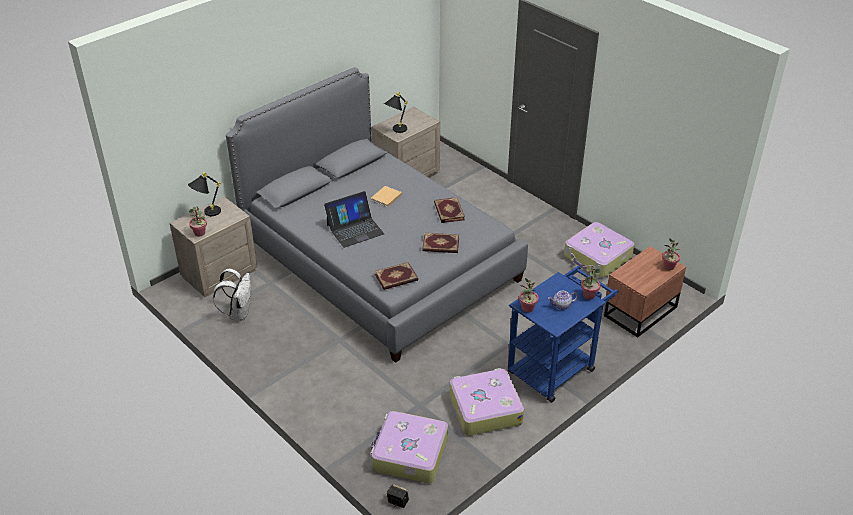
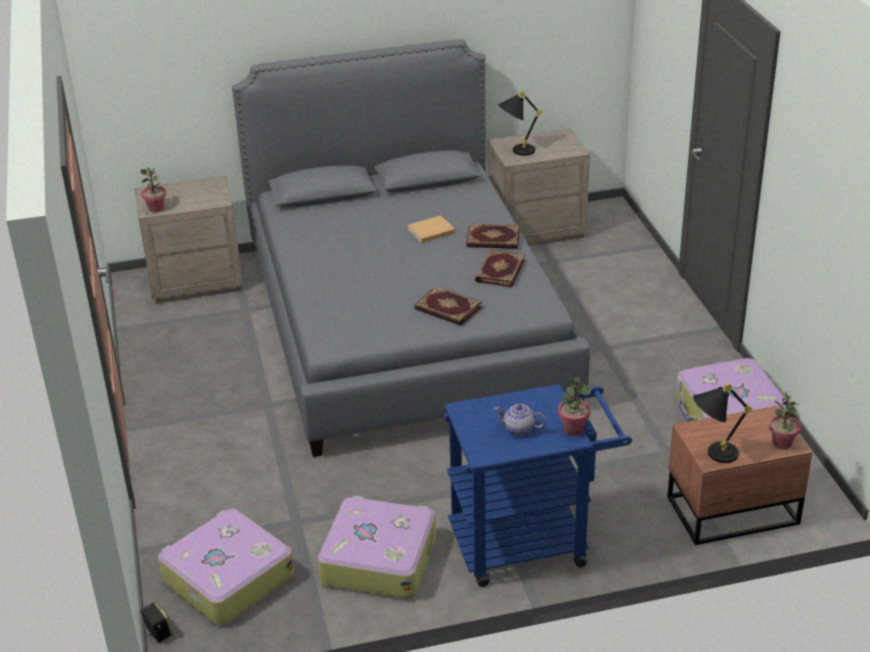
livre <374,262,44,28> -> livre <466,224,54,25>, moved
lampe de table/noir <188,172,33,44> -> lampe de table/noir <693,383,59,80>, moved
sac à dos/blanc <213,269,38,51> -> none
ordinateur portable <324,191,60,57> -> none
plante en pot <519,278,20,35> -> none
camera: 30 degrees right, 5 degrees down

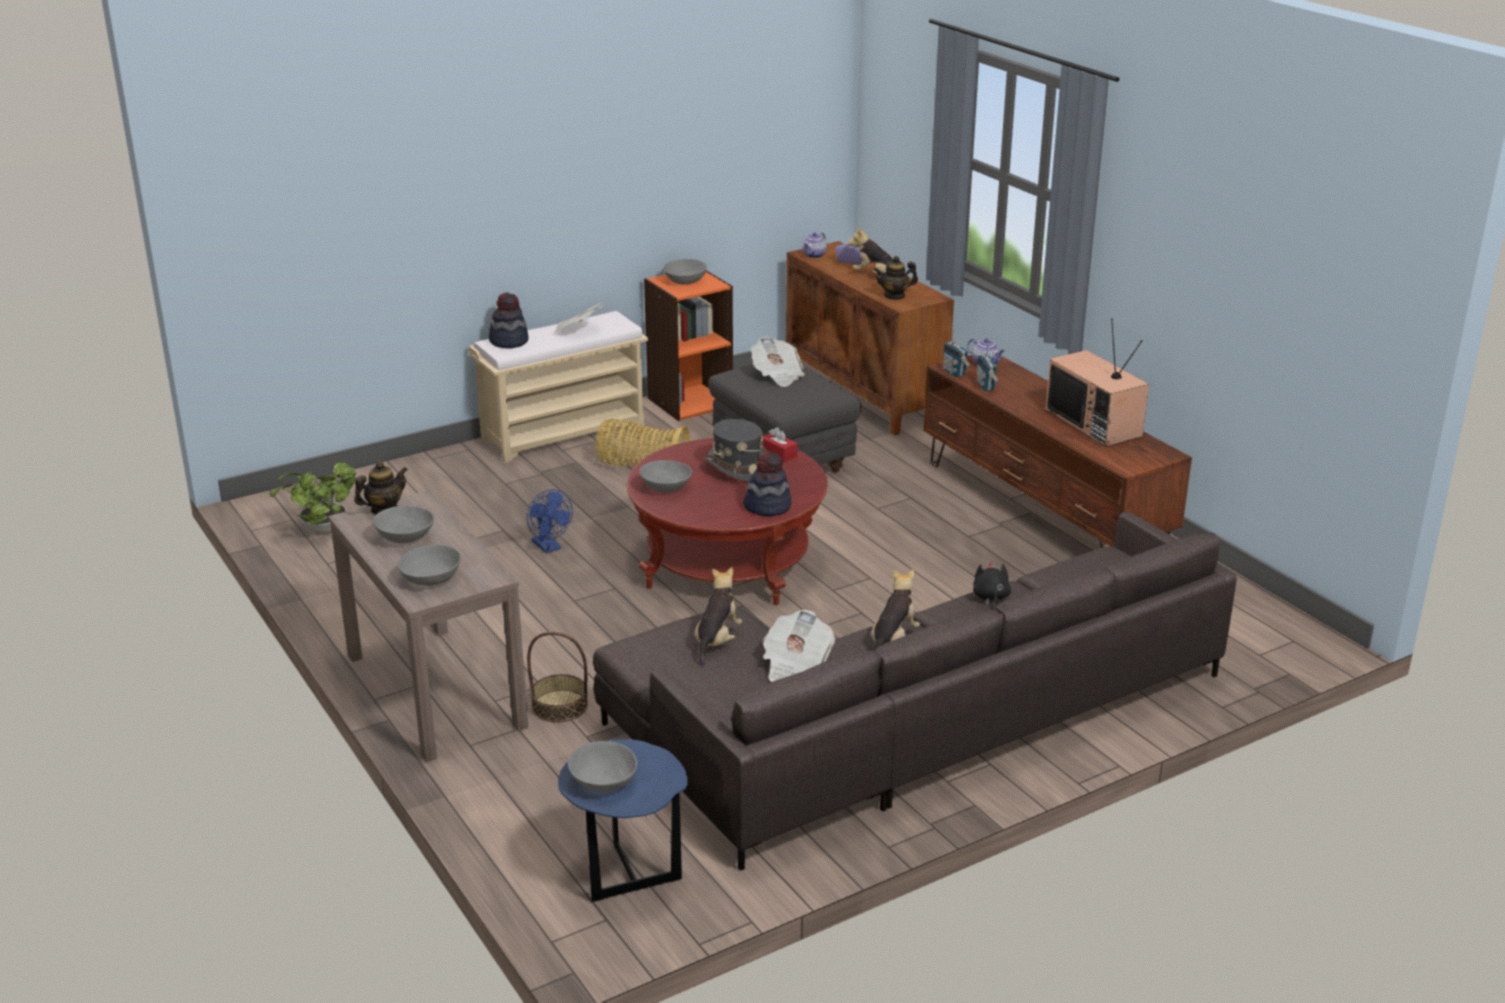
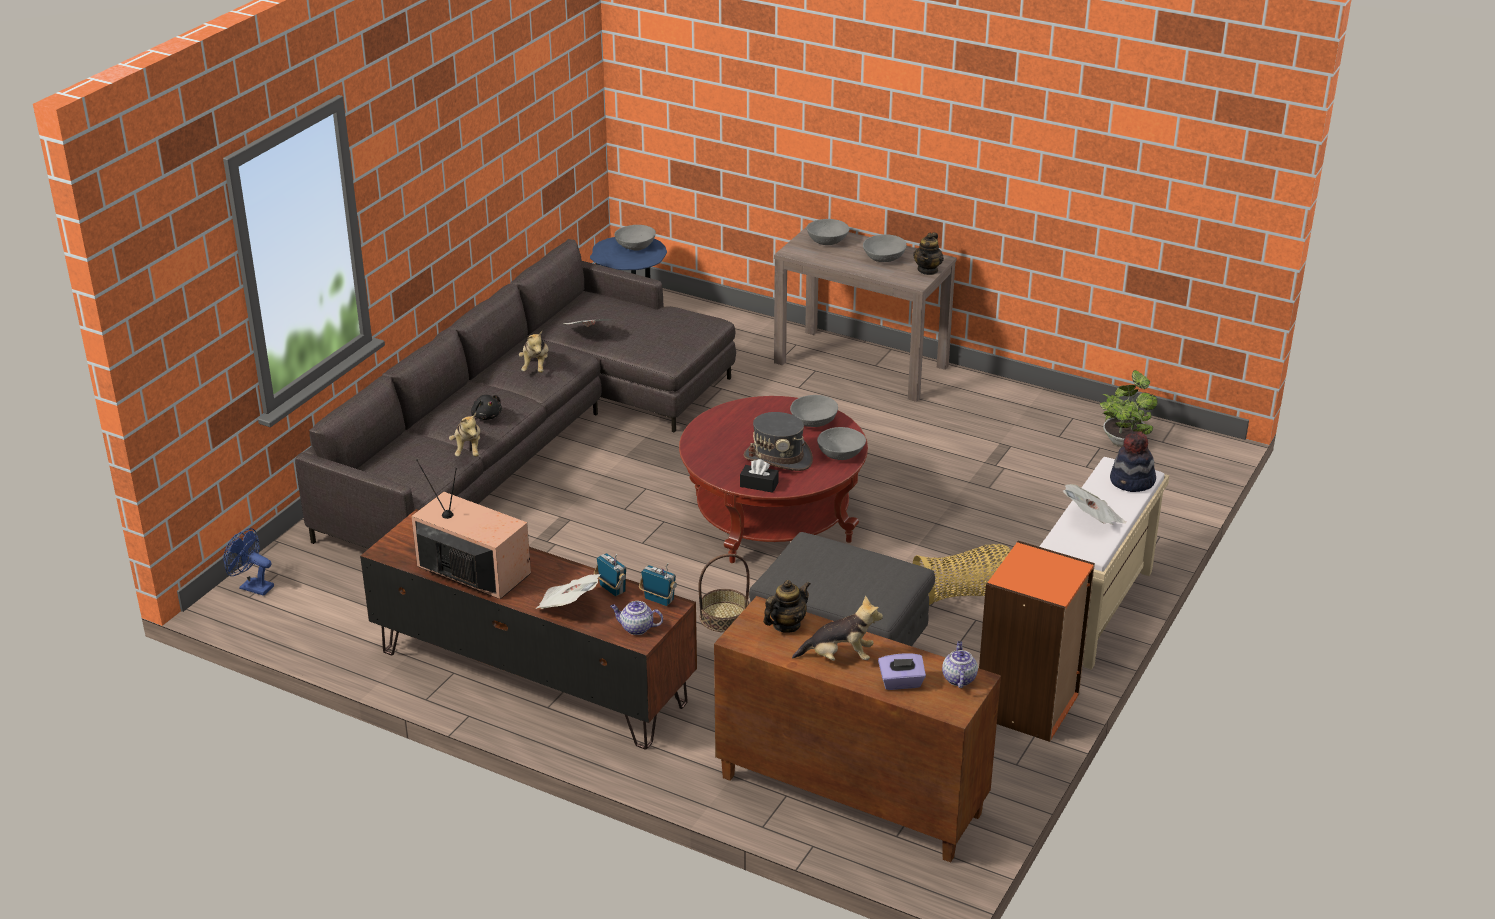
ventilateur/bleu <527,490,46,64> -> ventilateur/bleu <223,528,51,68>, moved
peluche <695,567,47,100> -> peluche <449,413,31,44>, moved
journal <751,337,54,50> -> journal <536,574,65,35>, moved
panier <527,632,61,90> -> panier <698,554,52,78>, moved
boîte à mouchoirs/rouge <763,427,34,35> -> boîte à mouchoirs/noir <740,459,39,34>
bol/gris <663,259,44,25> -> bol/gris <817,427,49,33>, moved
chapeau <743,451,49,65> -> none
camera: 150 degrees right, 5 degrees up

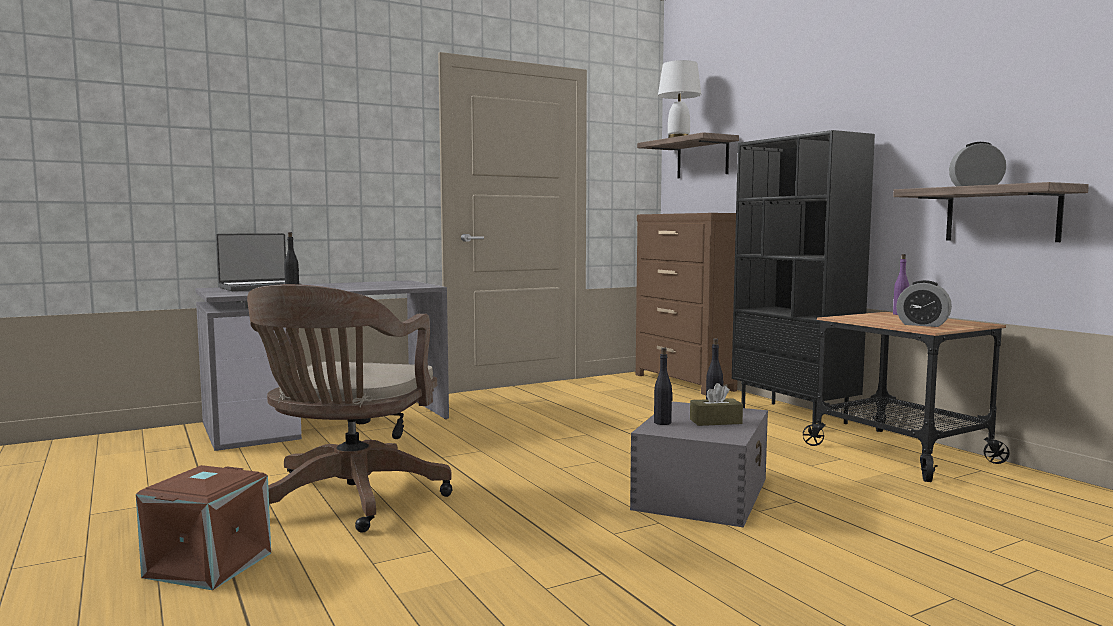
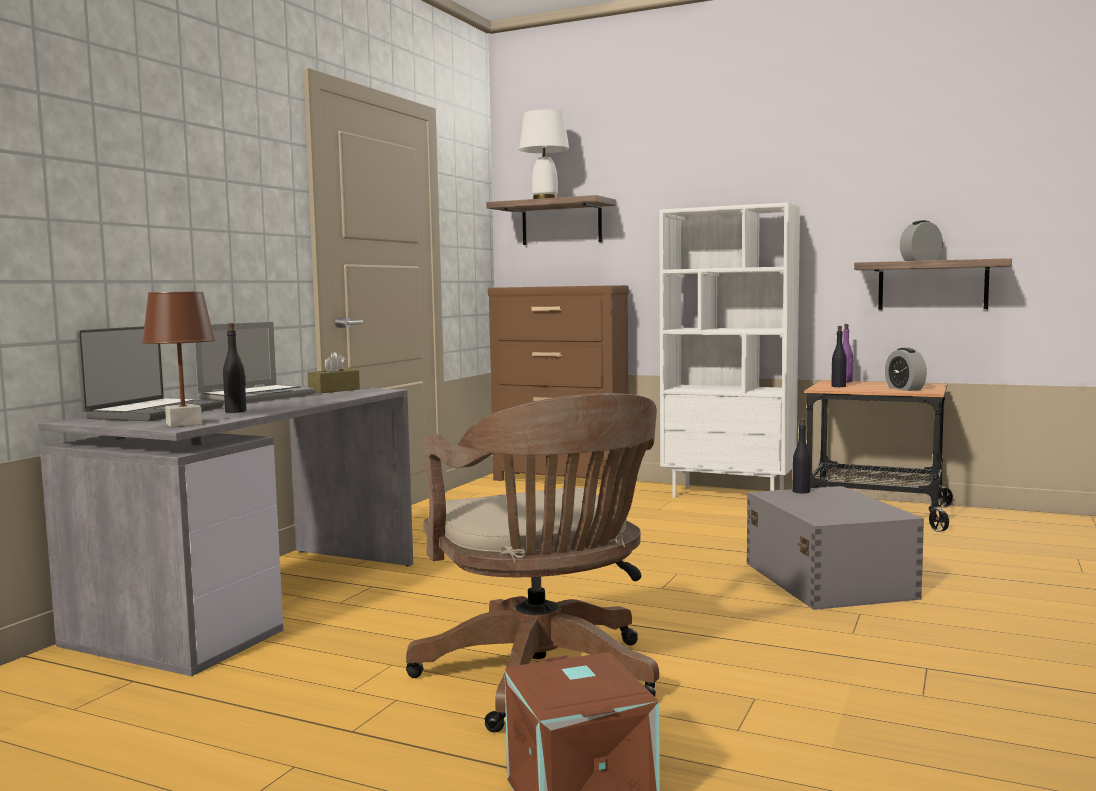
none -> lampe de table/marron <142,292,73,135>
none -> ordinateur portable <195,322,121,81>
boîte à mouchoirs/marron <690,383,53,43> -> boîte à mouchoirs/marron <307,352,53,41>, moved
bibliothèque/noir <732,130,143,294> -> bibliothèque/blanc <659,202,141,296>
bouteille/noir <654,347,19,78> -> bouteille/noir <831,326,15,61>, moved
réveil <896,280,56,47> -> réveil <885,348,42,43>, 75 degrees clockwise
camera: 35 degrees left, 0 degrees up

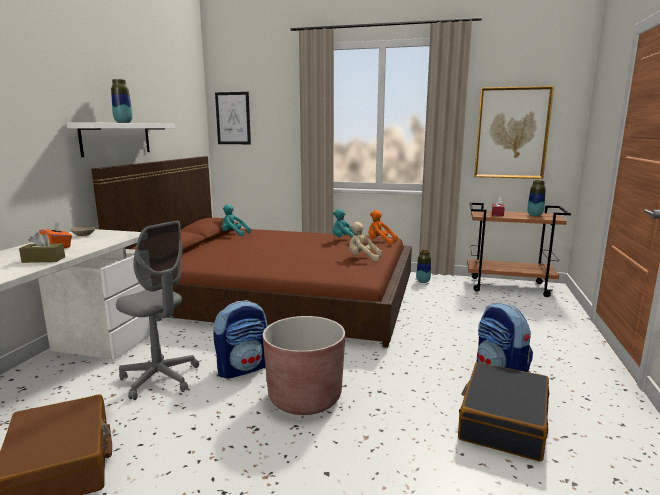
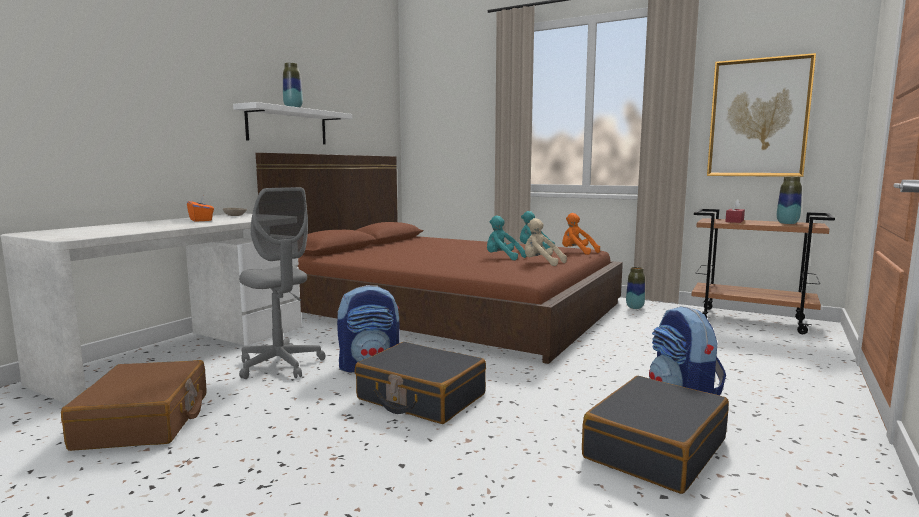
cache-pot/marron <263,316,82,99> -> valise/noir <355,342,131,82>
peluche/turquoise <222,204,29,32> -> peluche/turquoise <487,215,39,45>, moved
boîte à mouchoirs/marron <19,232,46,31> -> none
tableau <215,92,36,52> -> none
camera: 15 degrees right, 5 degrees down

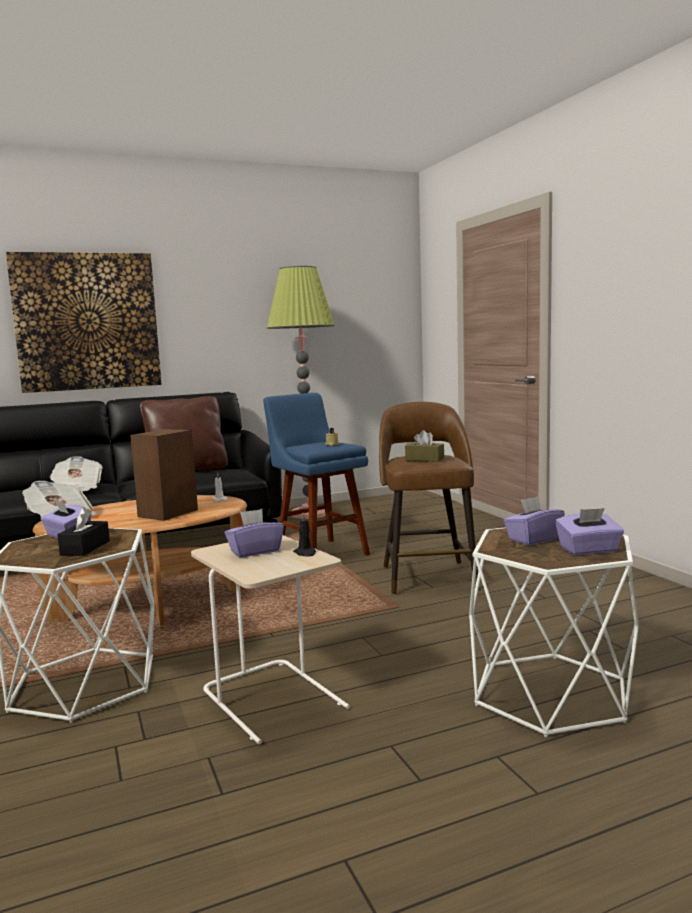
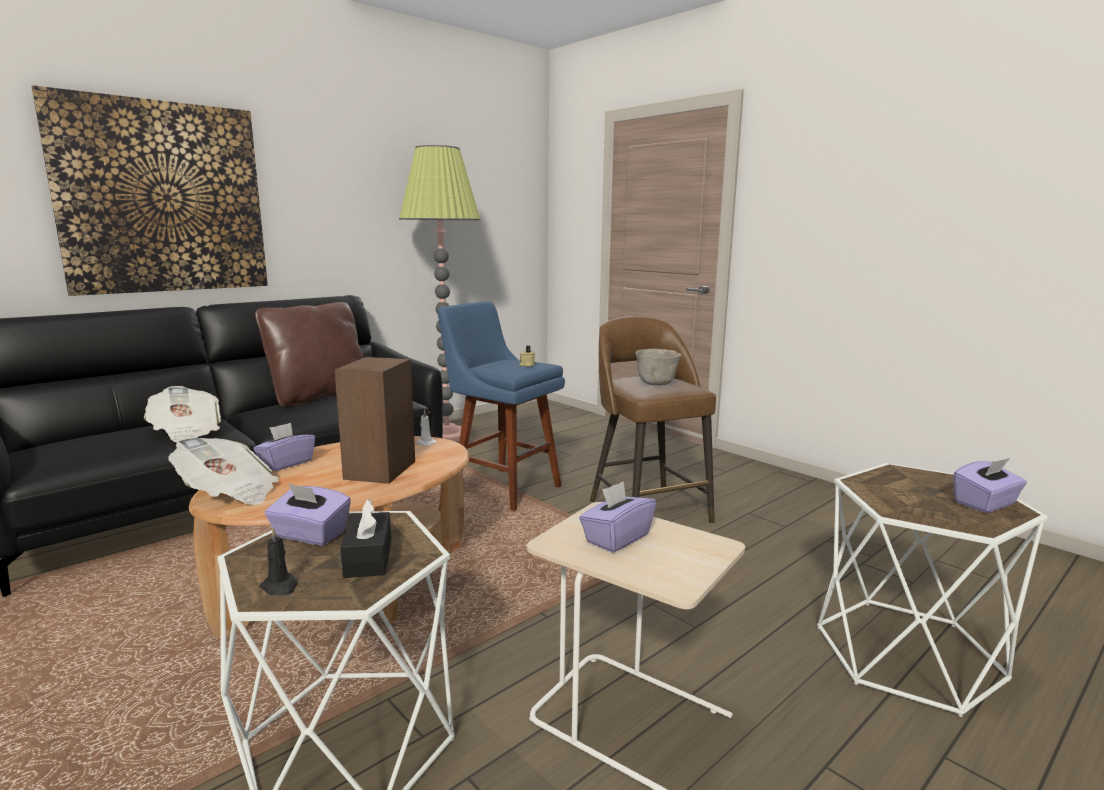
boîte à mouchoirs/violet <503,496,62,50> -> boîte à mouchoirs/violet <254,423,61,48>, moved
bougie/noir <293,513,23,44> -> bougie/noir <259,527,38,69>, moved
boîte à mouchoirs/marron <405,430,39,32> -> bol/gris <635,349,46,36>
camera: 20 degrees left, 5 degrees up

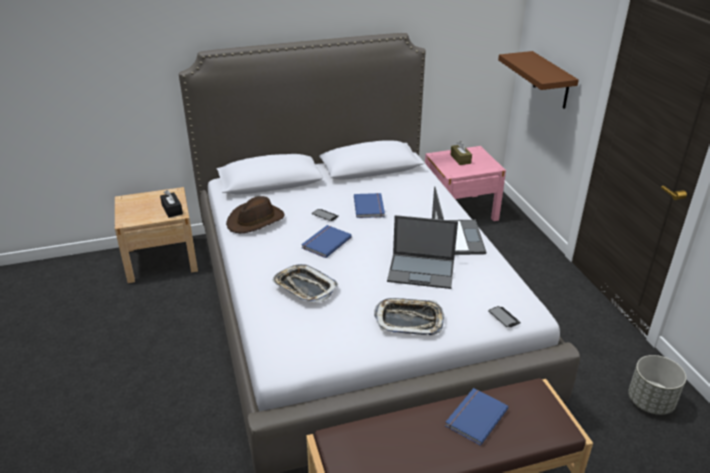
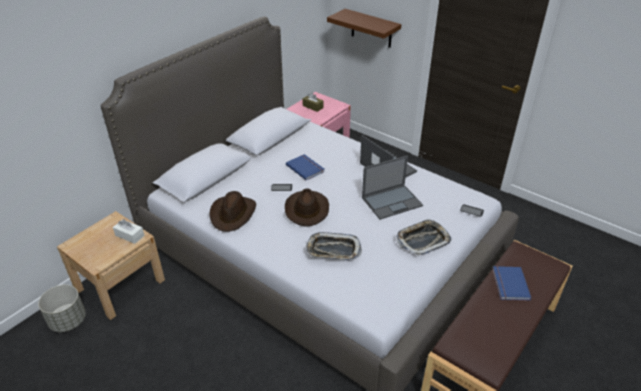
cache-pot/gris <628,355,58,60> -> cache-pot/gris <38,285,48,47>, moved
boîte à mouchoirs/noir <160,190,23,28> -> boîte à mouchoirs/blanc <113,219,32,25>
livre/bleu <301,225,51,33> -> chapeau/marron <285,189,44,38>
camera: 35 degrees left, 5 degrees up

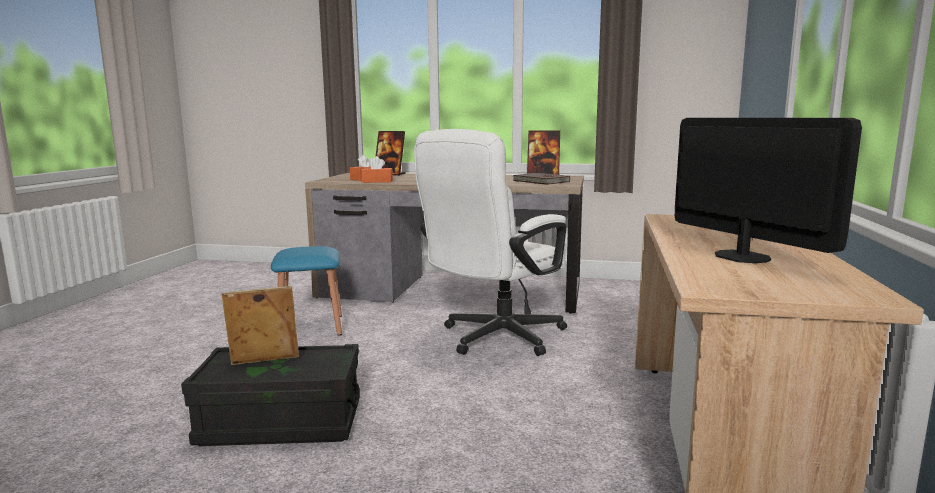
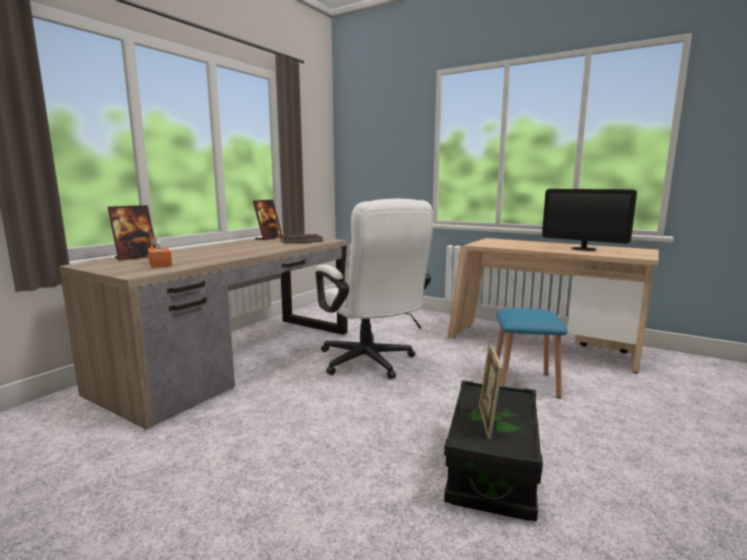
tabouret/bleu <271,246,71,90> -> tabouret/bleu <496,308,72,91>, moved
écran d'ordinateur <675,118,187,145> -> écran d'ordinateur <542,189,95,62>, 135 degrees counterclockwise
boîte à mouchoirs/orange <361,156,32,27> -> none
camera: 70 degrees left, 0 degrees up

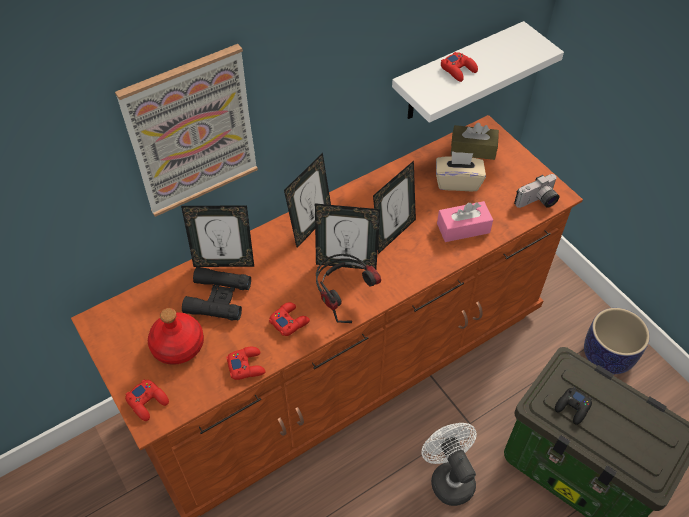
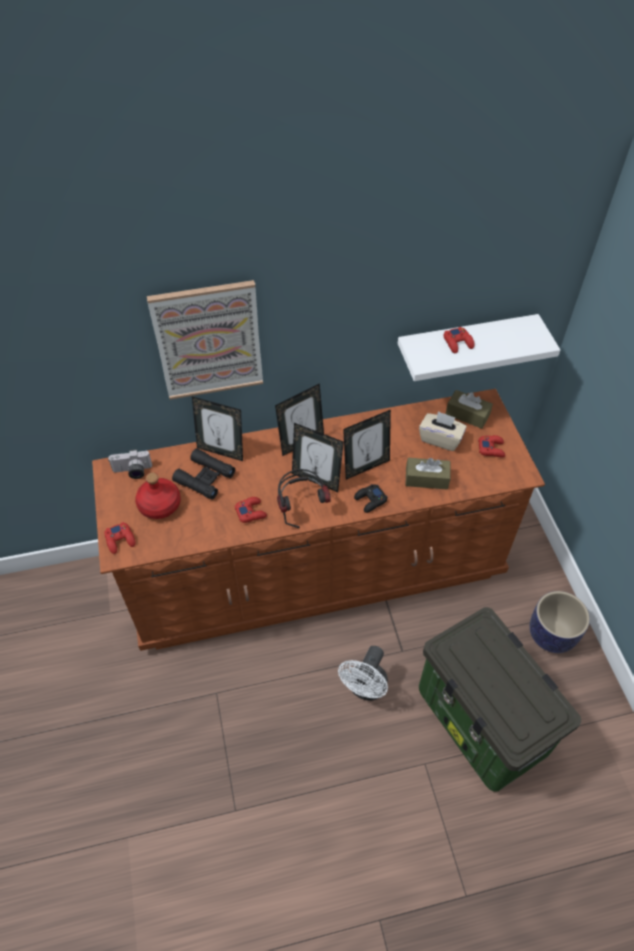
appareil photo <514,174,45,34> -> appareil photo <108,449,44,30>, moved
ventilateur/blanc <422,423,55,83> -> ventilateur/blanc <338,646,50,55>, 150 degrees counterclockwise
manette/noir <555,387,37,38> -> manette/noir <354,484,33,29>, moved
boîte à mouchoirs/rose <437,201,56,41> -> boîte à mouchoirs/marron <405,458,46,32>
manette/rouge <226,347,39,33> -> manette/rouge <478,435,27,23>, moved
camera: 20 degrees right, 0 degrees up

